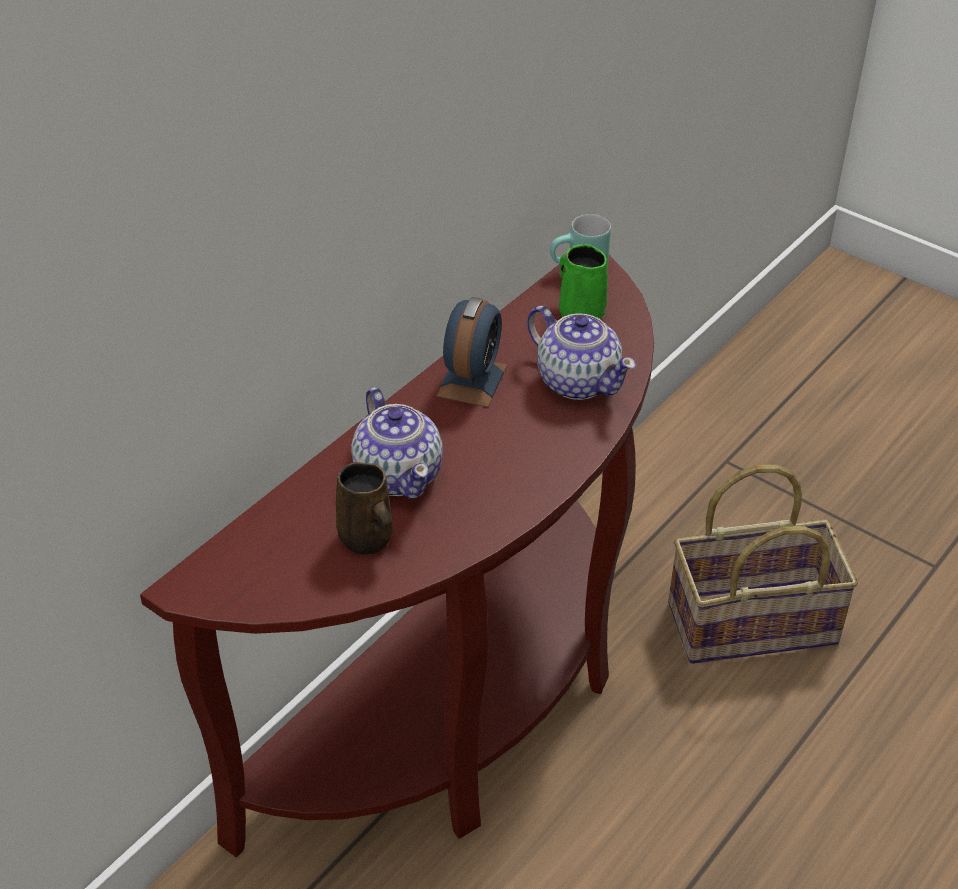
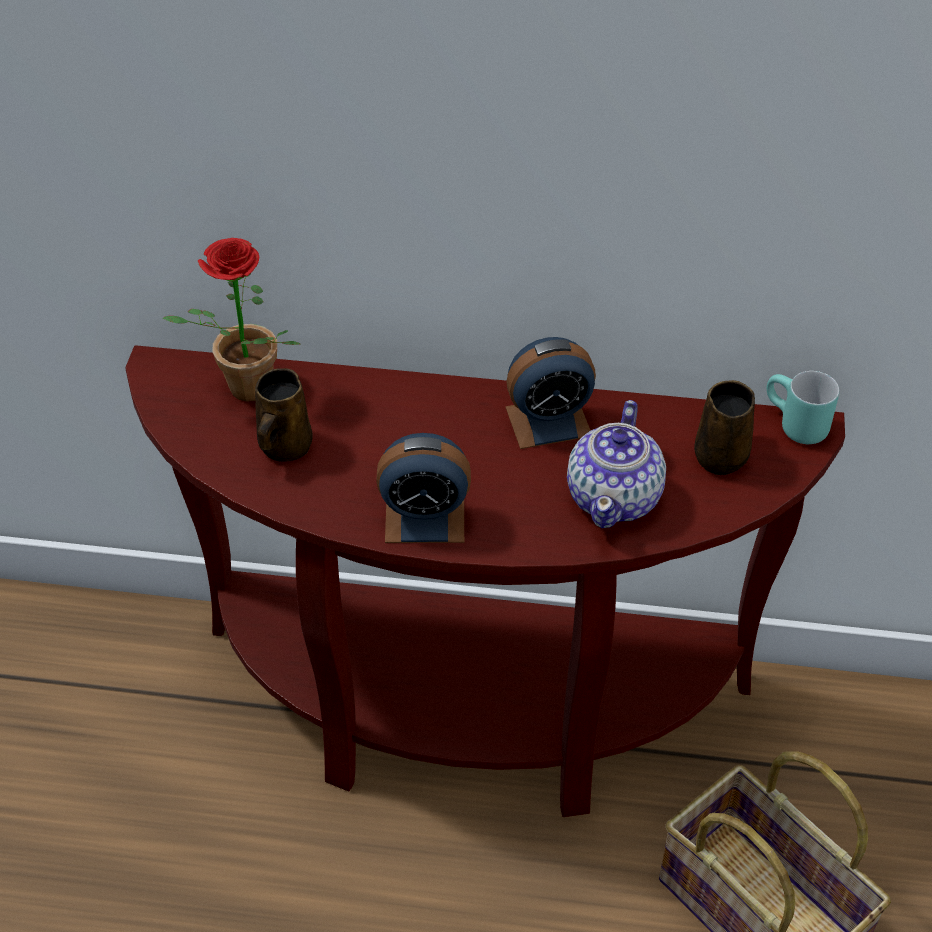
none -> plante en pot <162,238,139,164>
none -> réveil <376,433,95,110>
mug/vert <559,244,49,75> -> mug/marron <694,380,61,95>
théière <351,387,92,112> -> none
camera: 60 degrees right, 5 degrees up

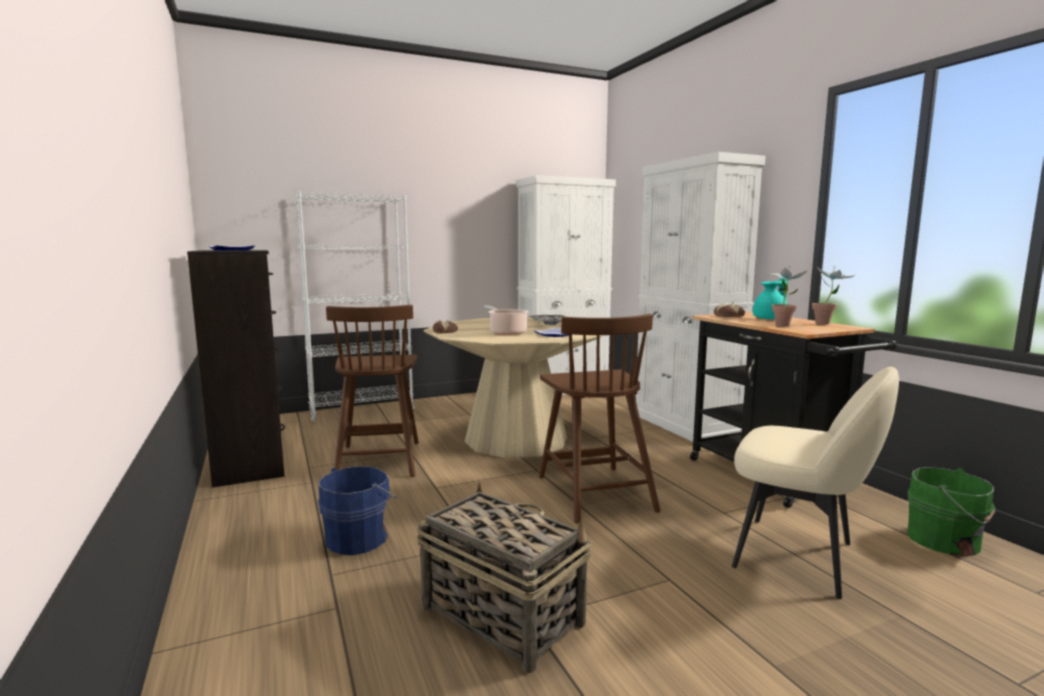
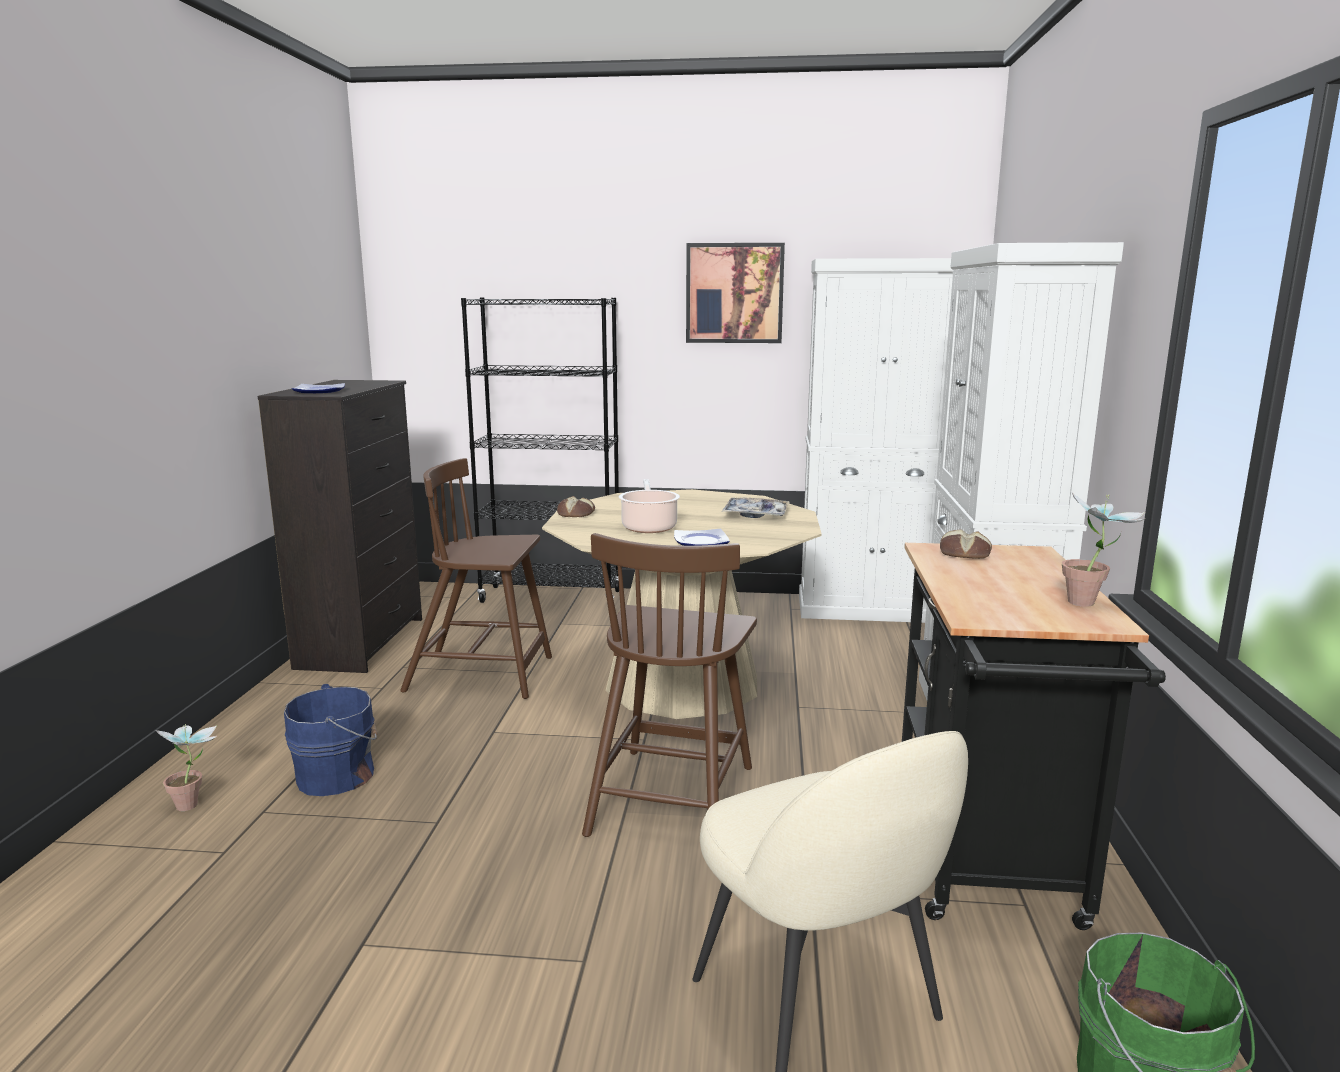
plante en pot <768,267,40,60> -> plante en pot <155,724,63,87>, moved
chaise/marron <326,305,93,172> -> chaise/marron <400,458,152,241>, 75 degrees clockwise
bibliothèque/blanc <295,191,119,231> -> bibliothèque/noir <461,298,158,305>
none -> tableau <686,243,99,100>
panier <417,482,175,191> -> none
théière/turquoise <753,278,35,41> -> none
camera: 30 degrees right, 5 degrees up

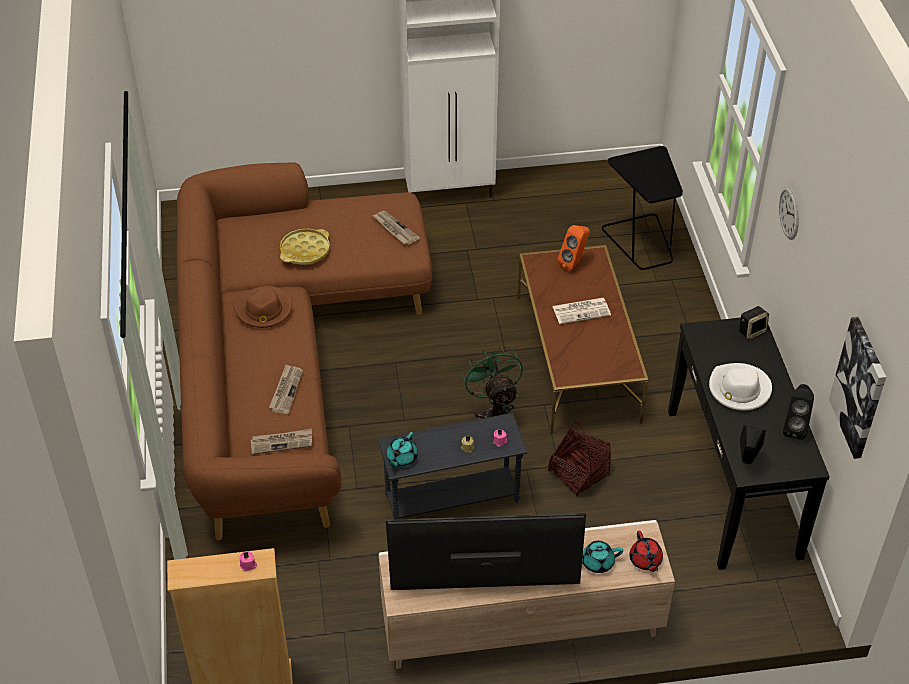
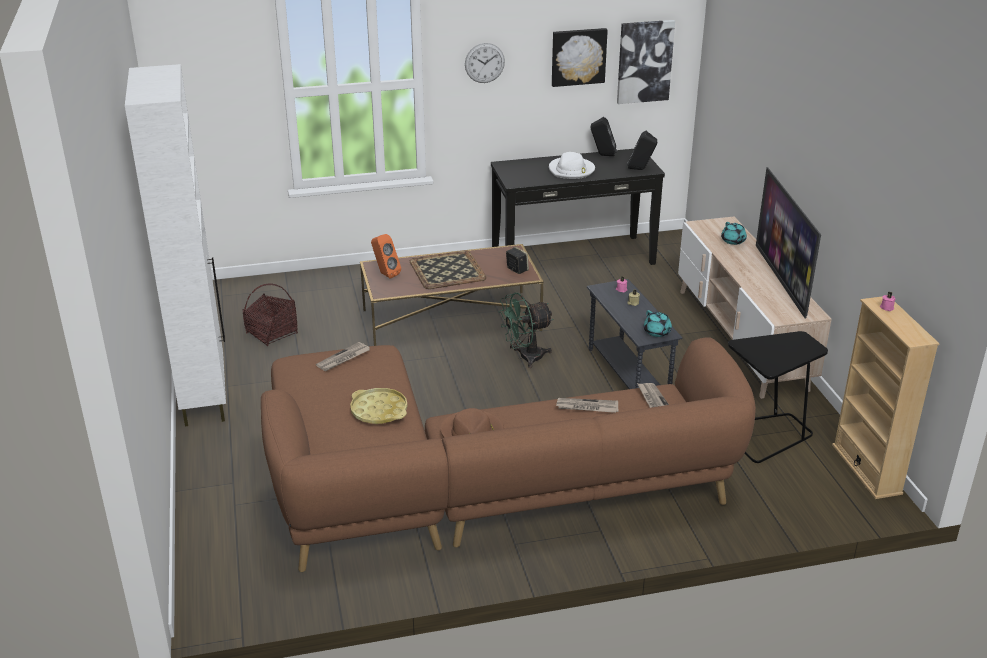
panier <548,422,63,75> -> panier <243,284,55,62>, moved
journal <552,298,59,26> -> plateau <410,250,77,39>
enceinte <739,306,30,34> -> enceinte <506,247,23,27>, moved
none -> tableau <552,28,56,59>
théière/turquoise <386,432,32,35> -> théière/turquoise <644,310,28,27>, 45 degrees clockwise
table d'appoint/noir <602,146,81,124> -> table d'appoint/noir <728,331,100,132>, moved
théière/rouge <629,531,34,41> -> none
camera: 95 degrees left, 15 degrees down

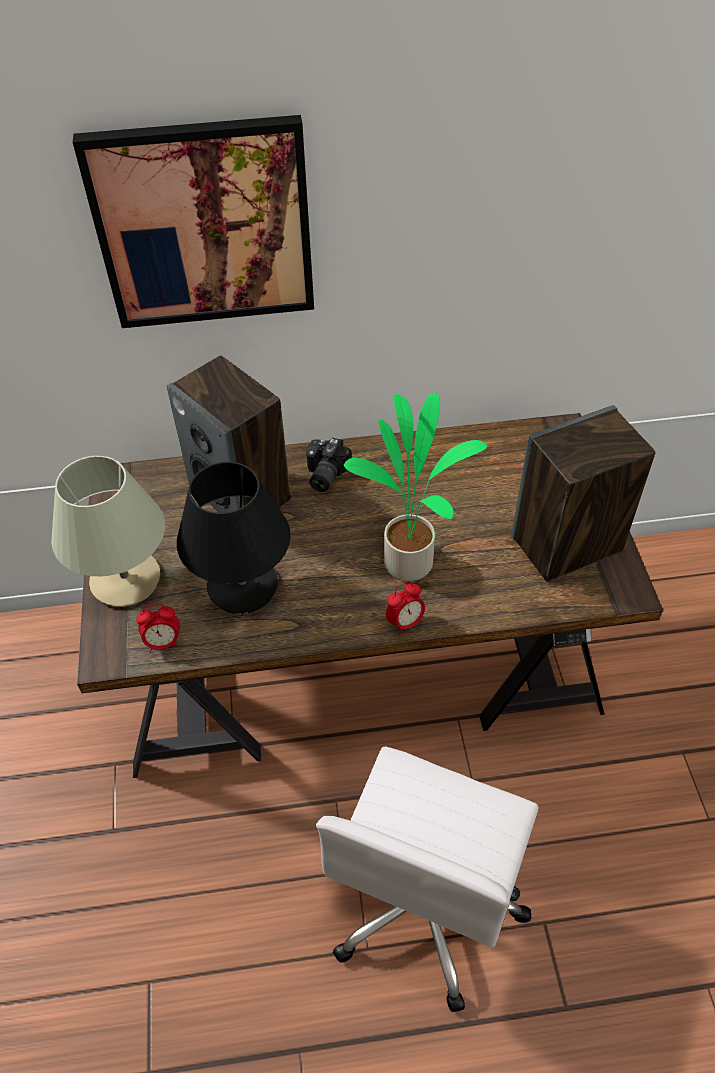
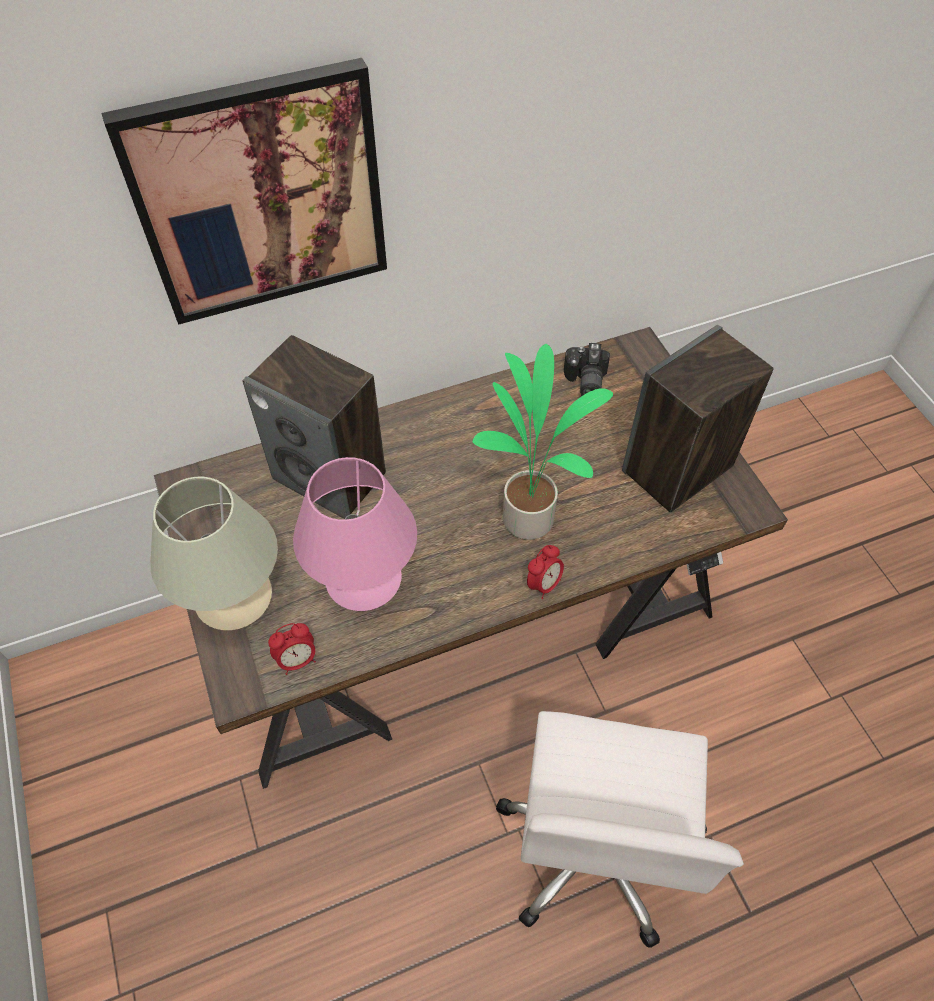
lampe de table/noir <177,462,114,152> -> lampe de table/rose <293,457,124,154>
appareil photo <306,438,46,54> -> appareil photo <564,343,46,53>, moved
camera: 15 degrees left, 5 degrees up

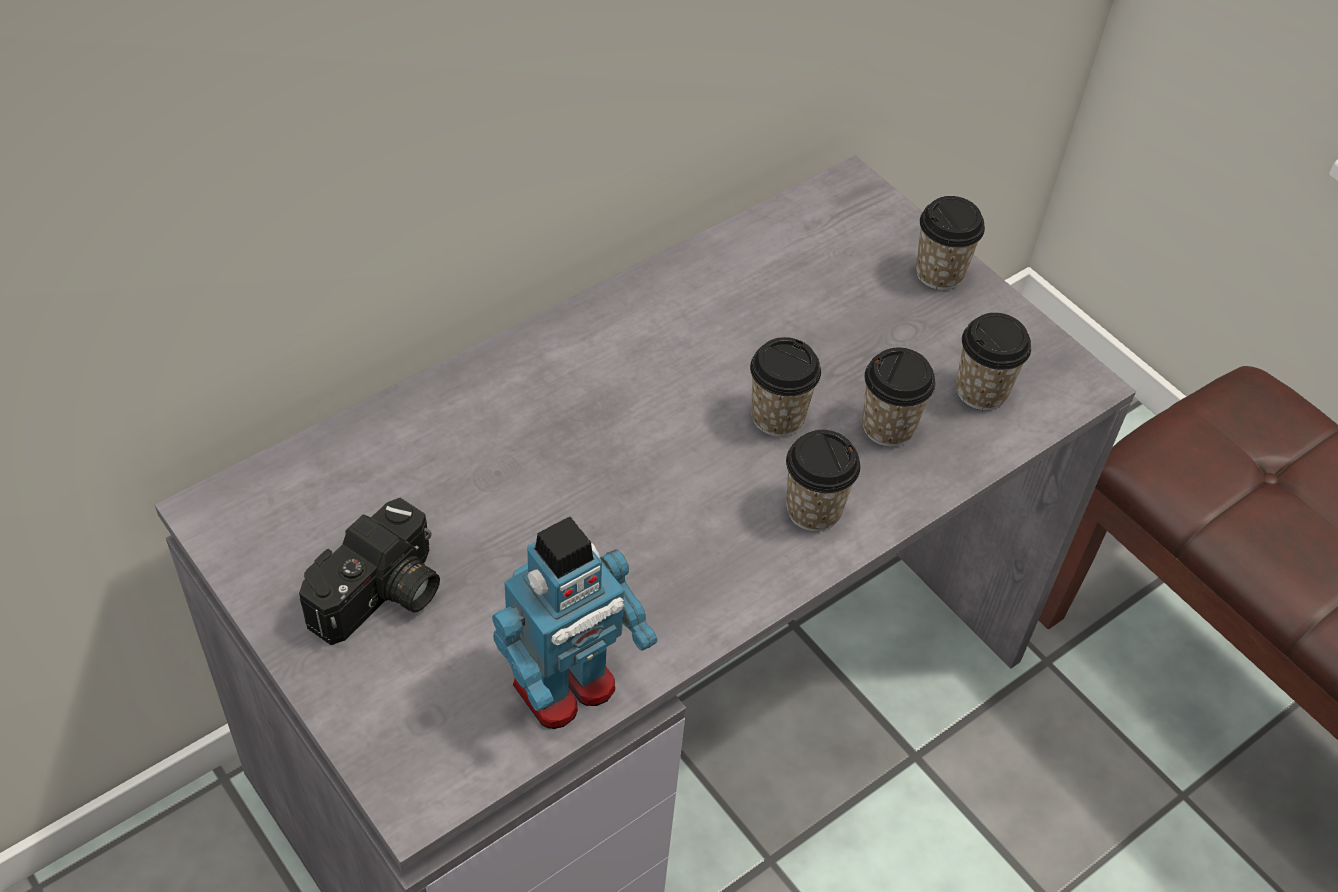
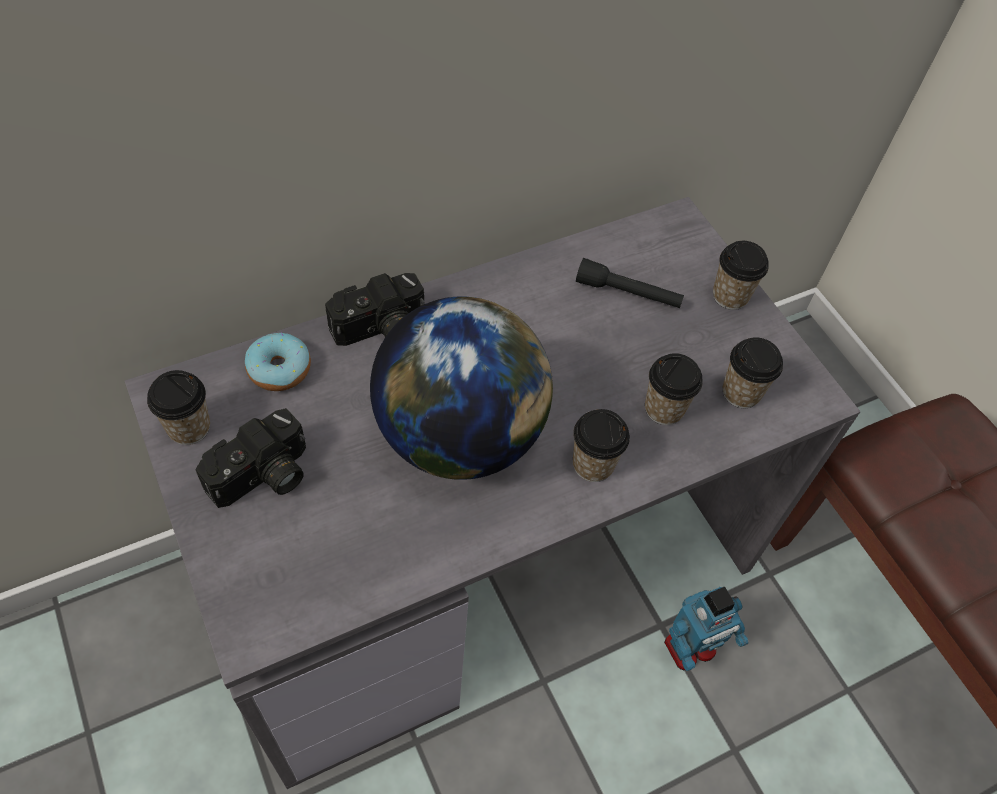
tasse <750,337,71,100> -> tasse <147,370,63,75>, moved
none -> beignet <245,333,66,58>
none -> appareil photo <325,273,100,73>
none -> globe <370,296,183,184>
none -> lampe de poche/noir <576,258,108,50>
robot jouet <492,517,165,212> -> robot jouet <664,587,85,84>, moved
camera: 10 degrees right, 5 degrees up

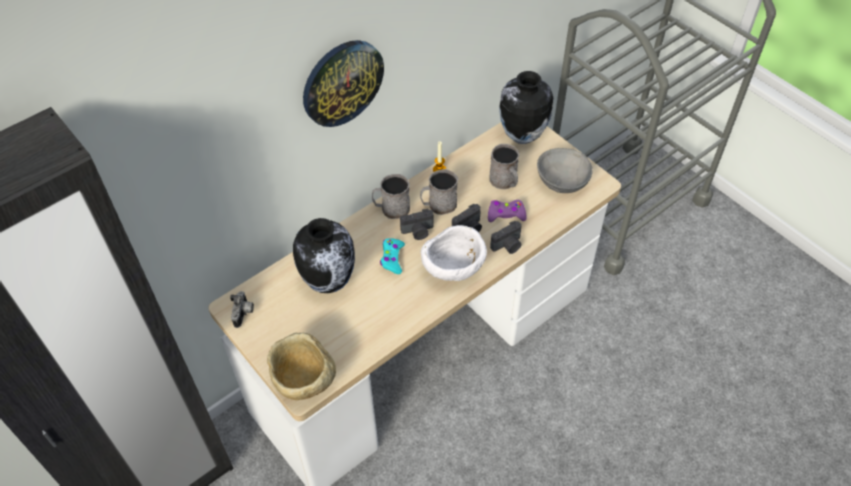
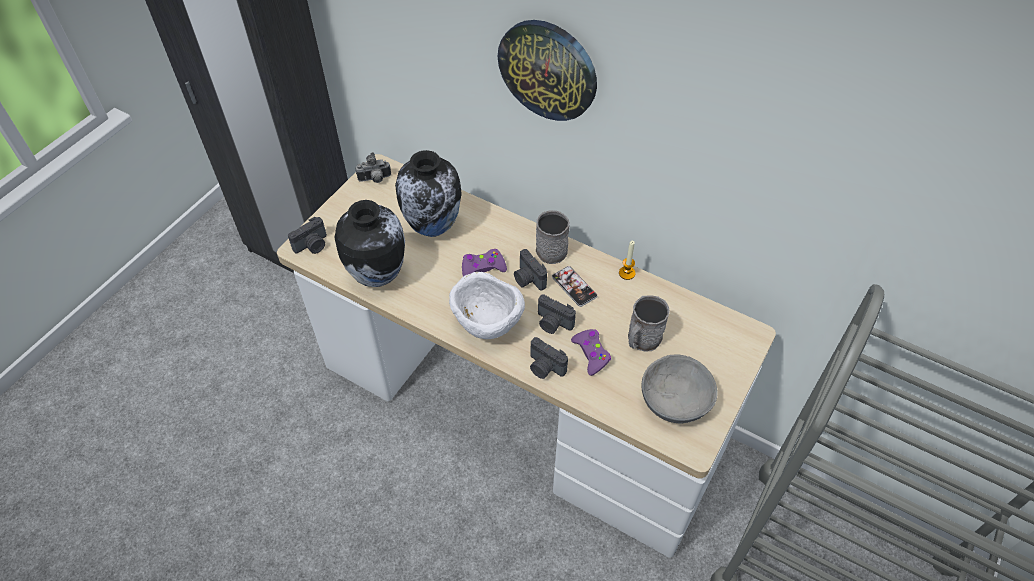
bol/beige <267,333,69,67> -> appareil photo <288,217,39,37>
vase <499,71,54,73> -> vase <334,200,71,87>, moved
manette/turquoise <380,238,25,36> -> manette/violet <462,249,45,27>
mug/gris <420,169,38,46> -> téléphone <552,266,45,41>
camera: 70 degrees right, 0 degrees up

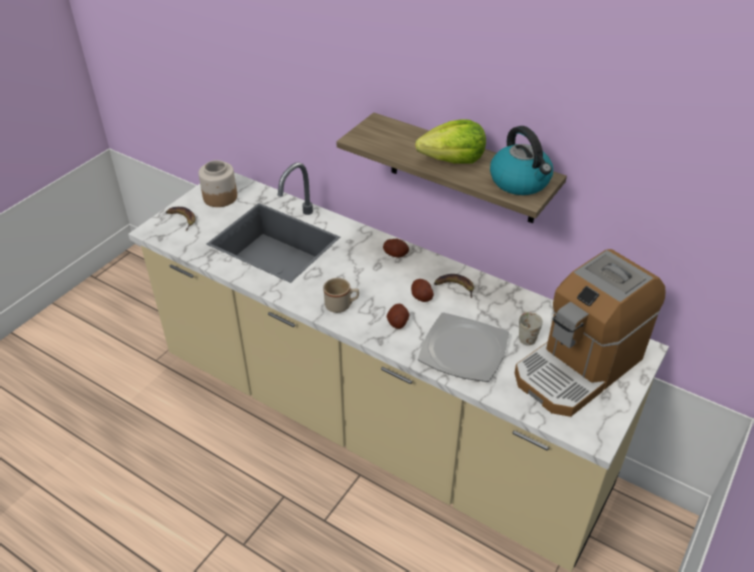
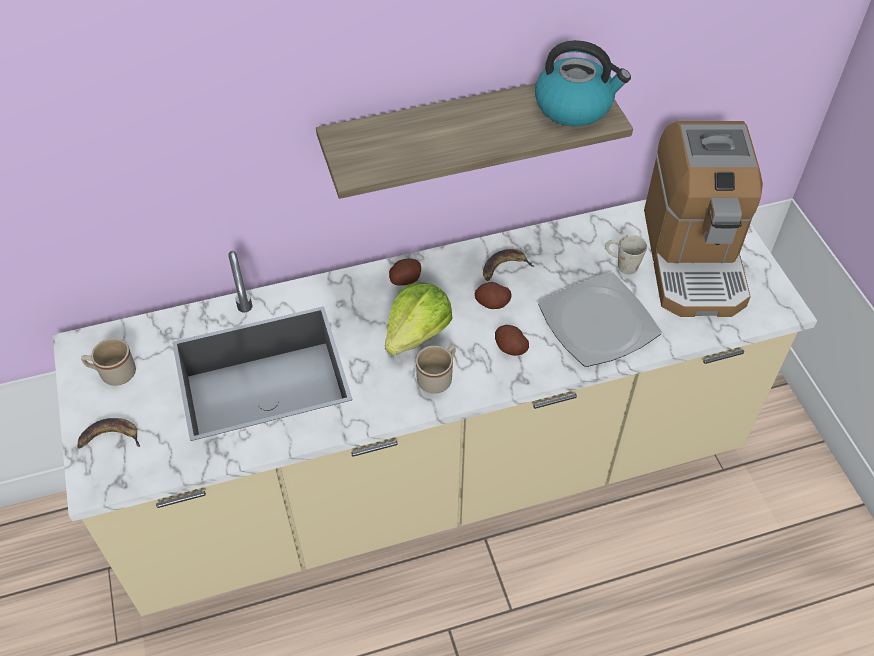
bocal <198,160,39,47> -> mug/beige <81,338,55,48>
laitue <415,119,71,45> -> laitue <385,282,68,73>, moved
camera: 50 degrees left, 10 degrees up

